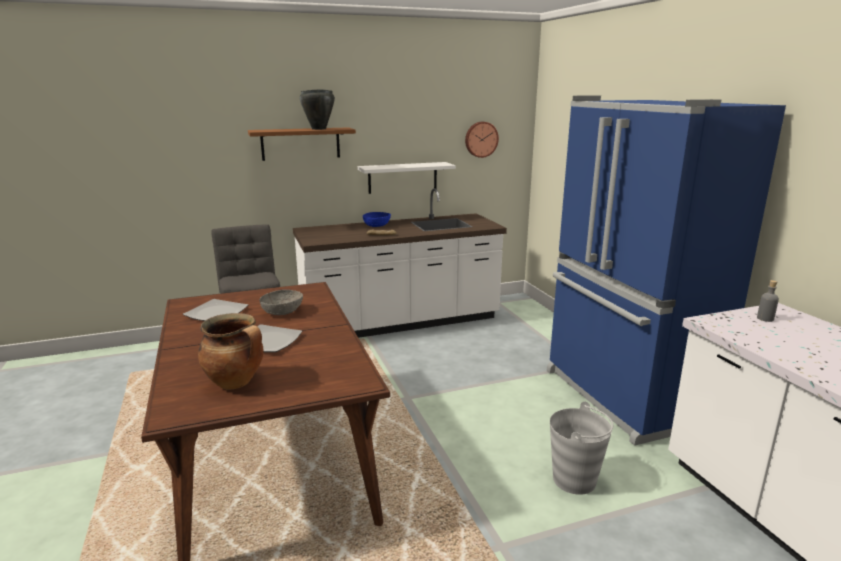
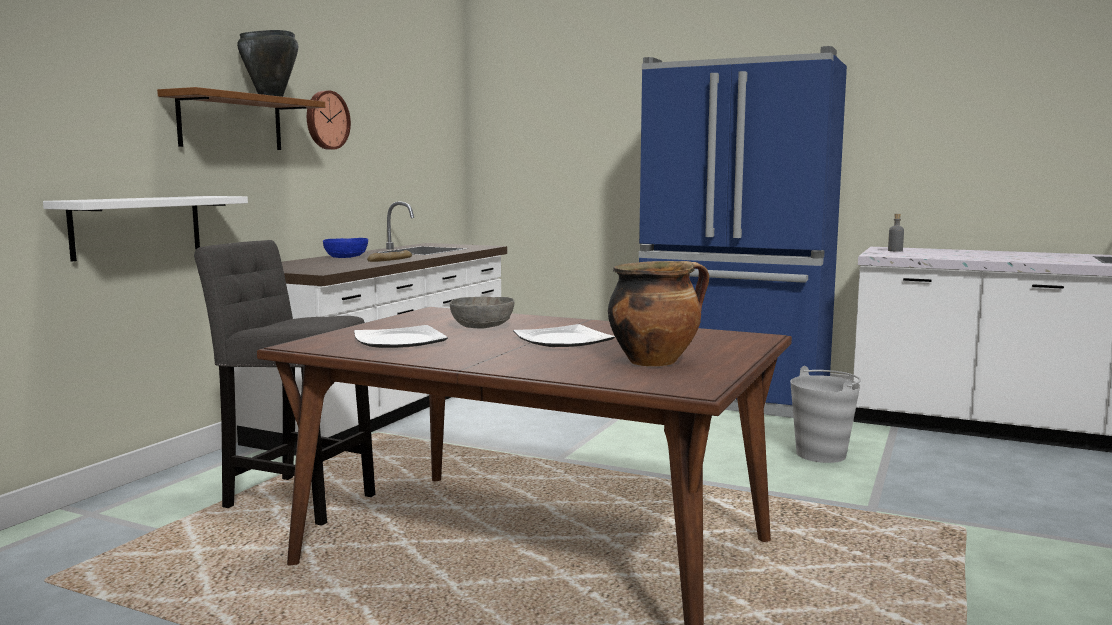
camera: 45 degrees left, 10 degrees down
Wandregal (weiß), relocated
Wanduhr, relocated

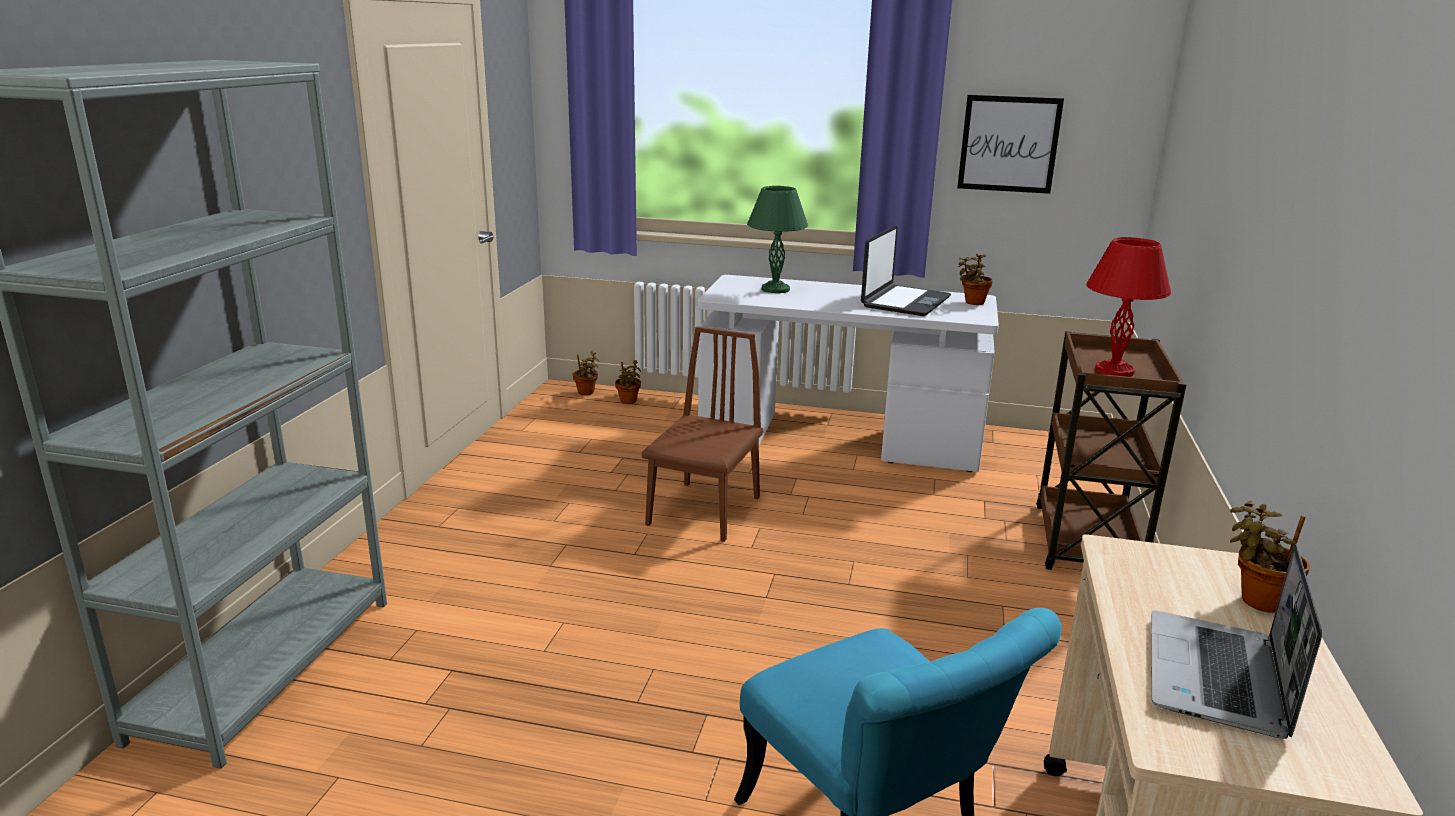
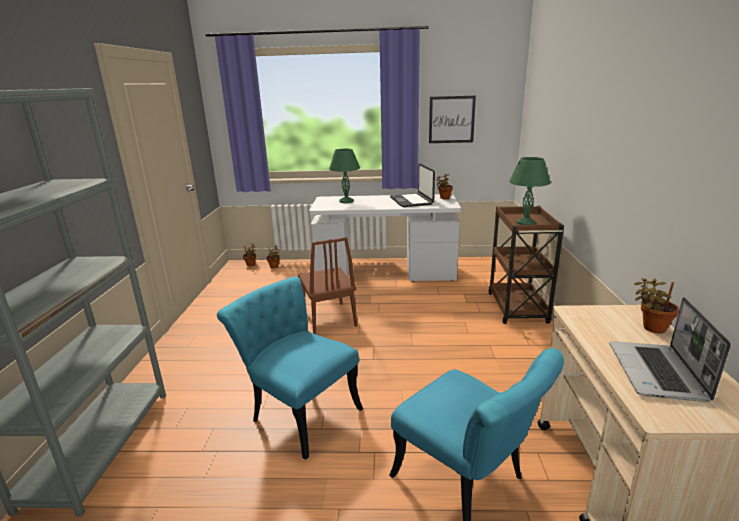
camera: 10 degrees left, 0 degrees up
none -> Stuhl (türkis) (no. 1 from left)
Stuhl (braun), 150 degrees clockwise
Laptop (no. 1 from left), 150 degrees clockwise
Tischlampe (rot) -> Tischlampe (grün) (no. 2 from left)

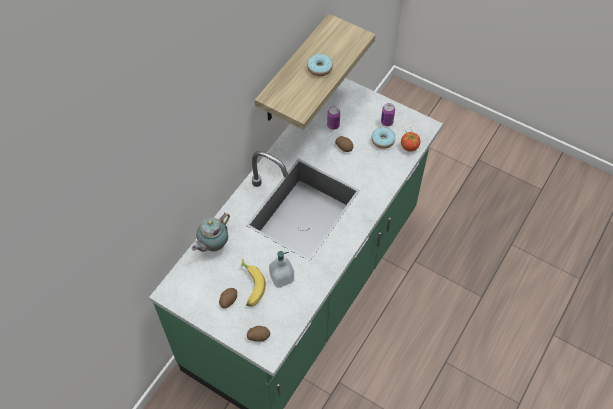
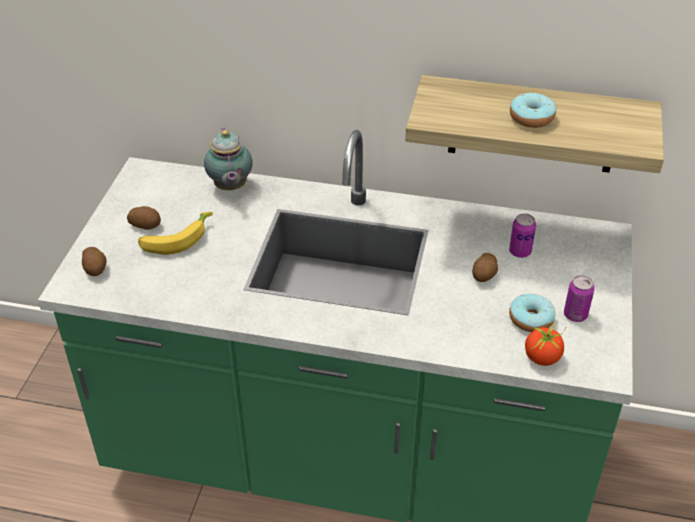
camera: 70 degrees right, 15 degrees down
Teekanne, 120 degrees counterclockwise
Seifenspender -> none

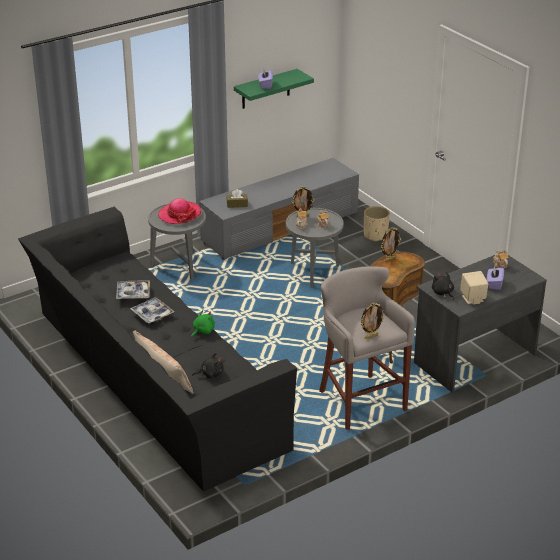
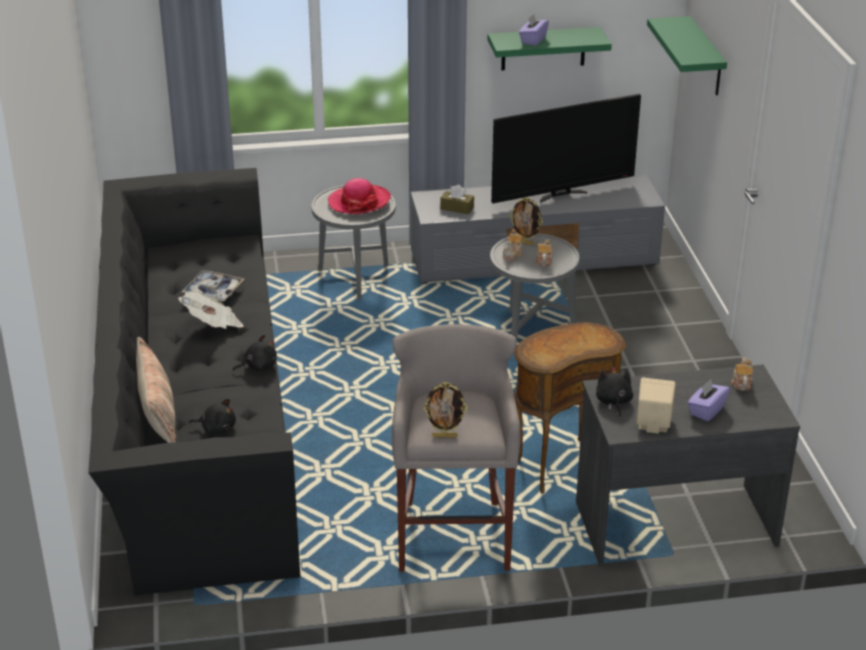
camera: 25 degrees right, 0 degrees up
Tablett (no. 2 from left) -> Zeitung
Plüschtier (grün) -> Plüschtier (schwarz) (no. 2 from left)
none -> Fernseher
none -> Wandregal (grün) (no. 2 from left)
Pflanzkübel (beige) -> none
Bilderrahmen (no. 3 from left) -> none

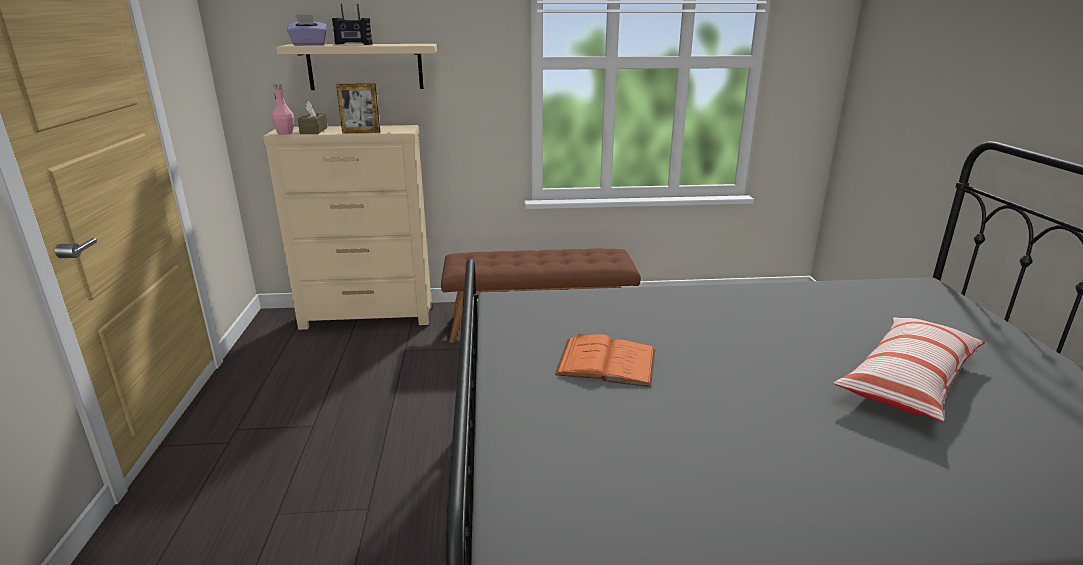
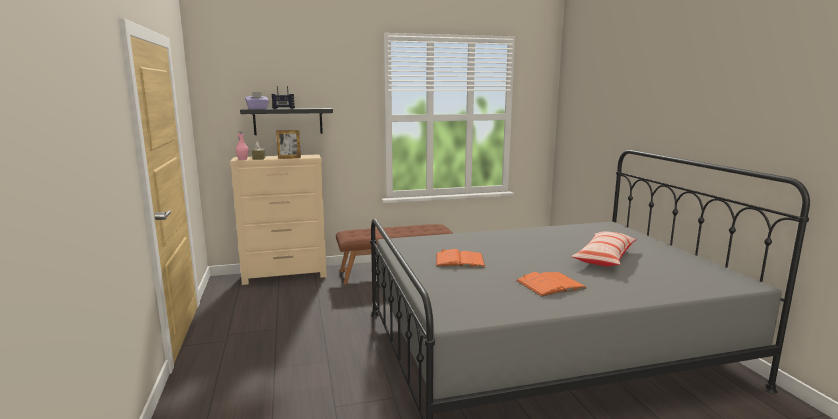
camera: 10 degrees left, 10 degrees down
Wandregal (beige) -> Wandregal (schwarz)
none -> Buch (orange) (no. 2 from left)

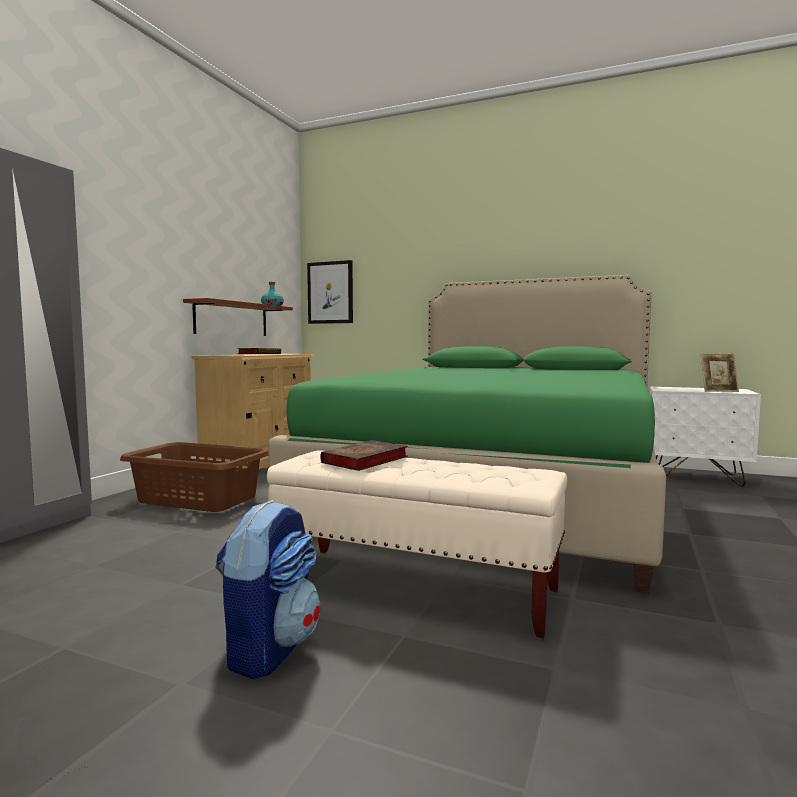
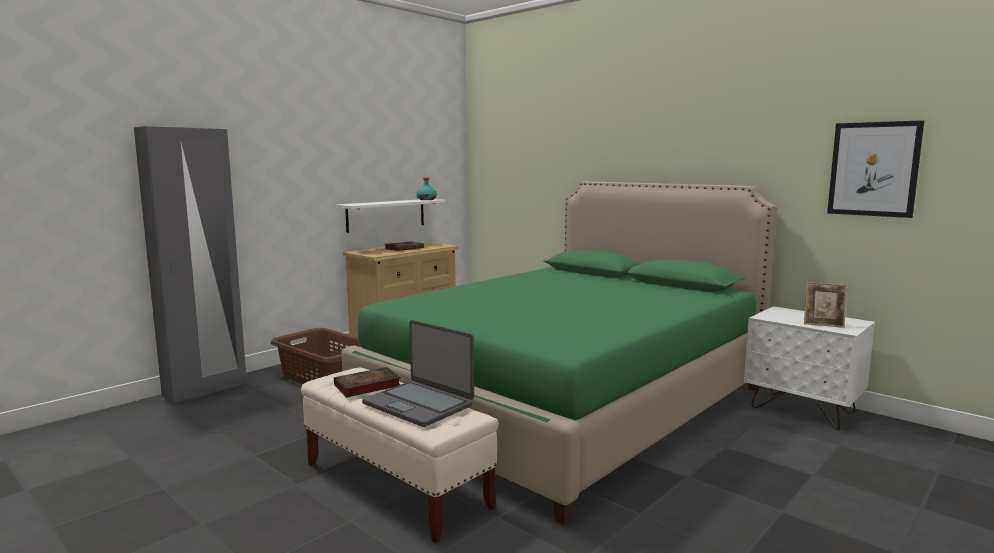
camera: 20 degrees right, 5 degrees up
Wandregal (braun) -> Wandregal (weiß)
none -> Laptop
Bild, relocated
Rucksack -> none

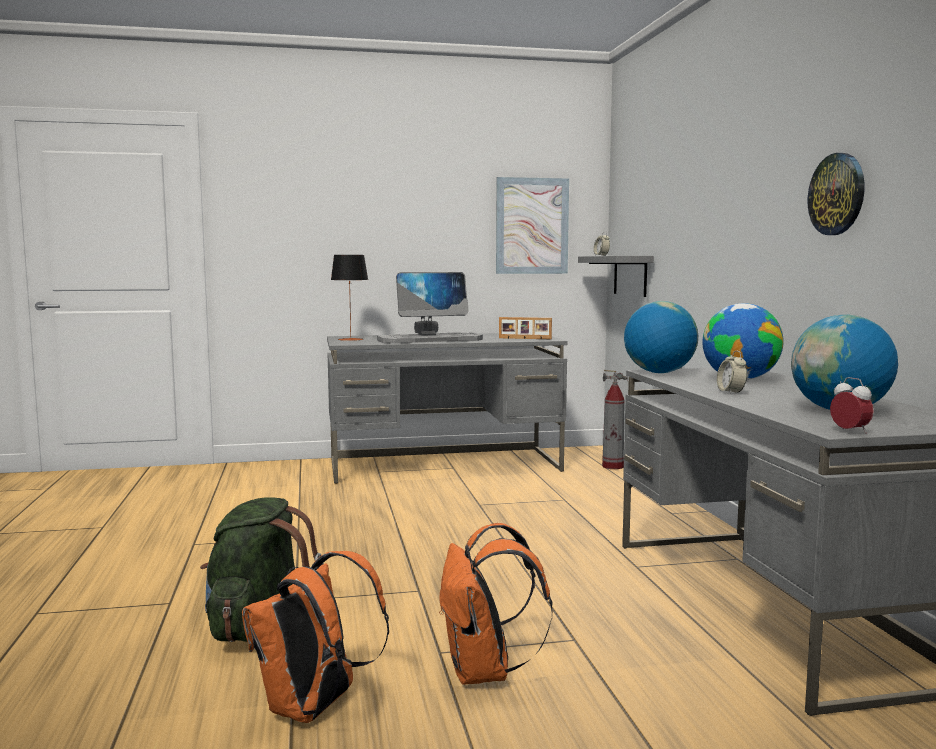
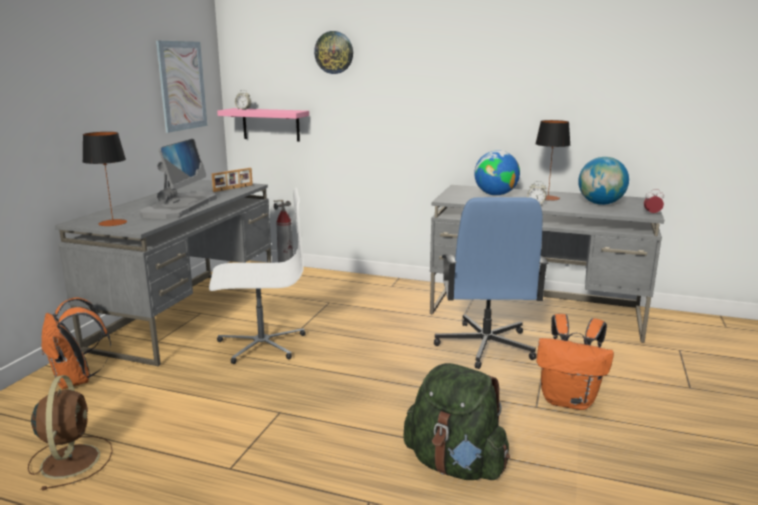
camera: 60 degrees left, 10 degrees up
none -> Ventilator (braun)
Rucksack (orange) (no. 1 from left), relocated
none -> Bürostuhl (weiß)
Wandregal (grau) -> Wandregal (rosa)
Wanduhr, relocated
none -> Bürostuhl (blau)
none -> Tischlampe (no. 2 from left)
Globus (no. 1 from left) -> none

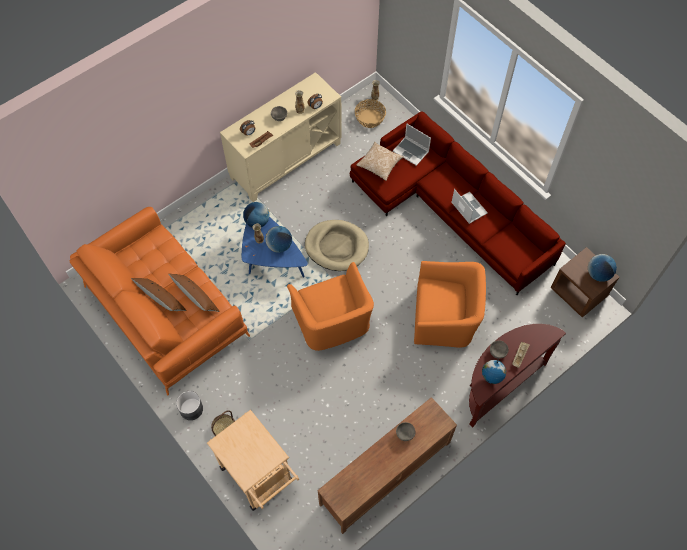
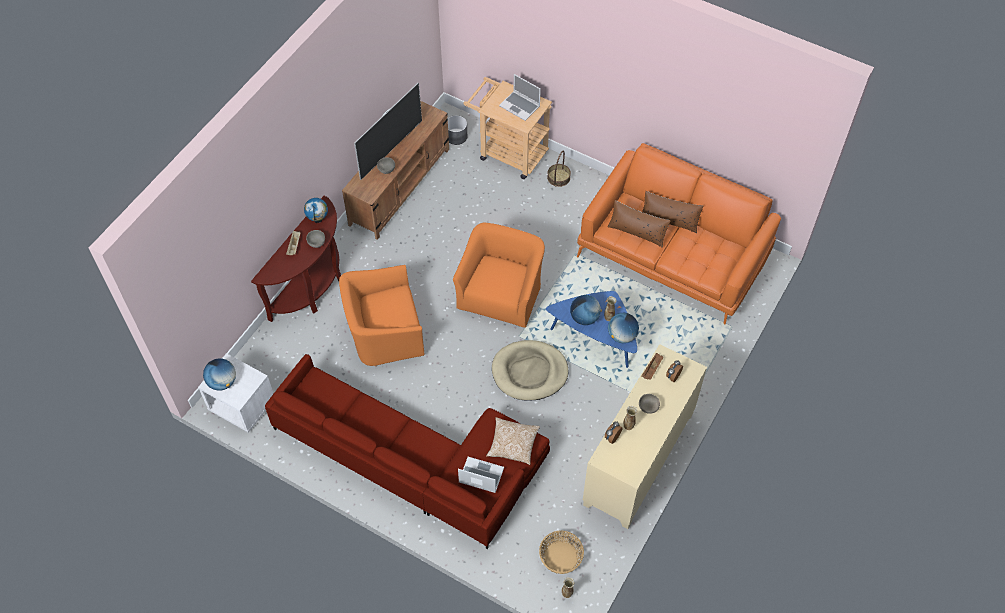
camera: 160 degrees right, 5 degrees down
Nachttisch (braun) -> Nachttisch (weiß)
none -> Fernseher
Pflanzkübel (grau), relocated
Sessel (orange) (no. 1 from left in the first image) -> Sessel (orange) (no. 2 from left), 60 degrees clockwise
Laptop (no. 2 from left), relocated

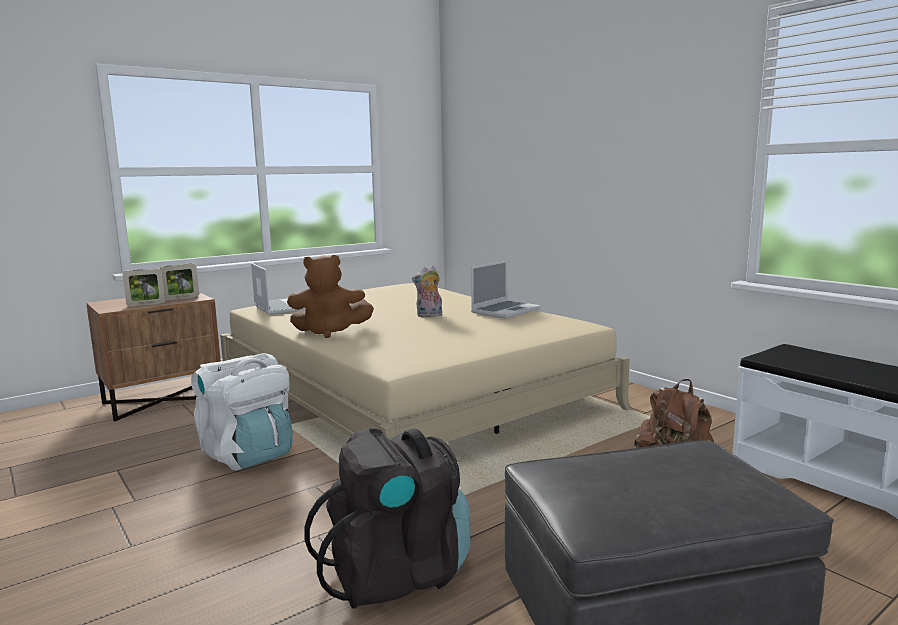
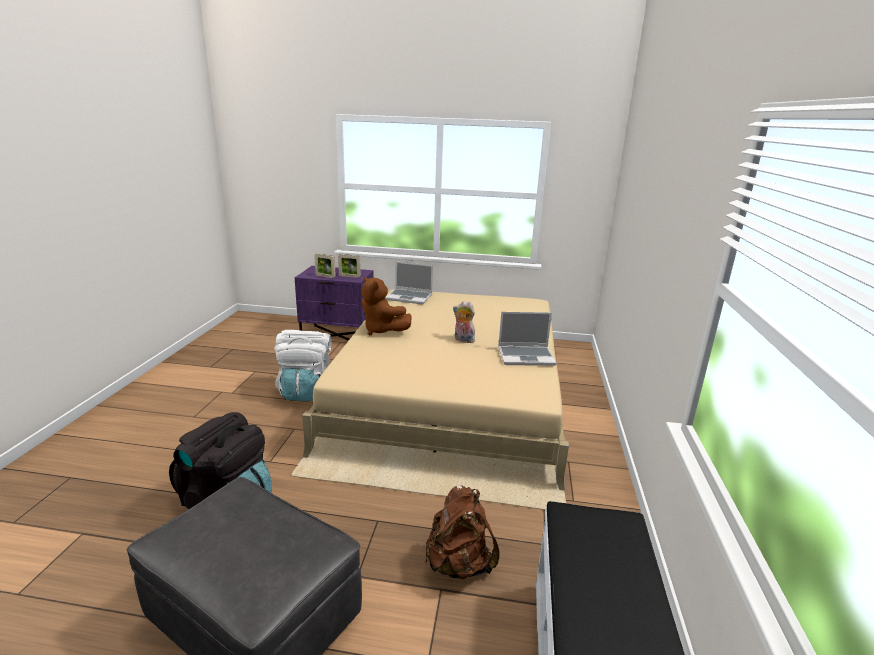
camera: 45 degrees right, 10 degrees up
Nachttisch (braun) -> Nachttisch (lila)
Laptop (no. 1 from left), 90 degrees clockwise

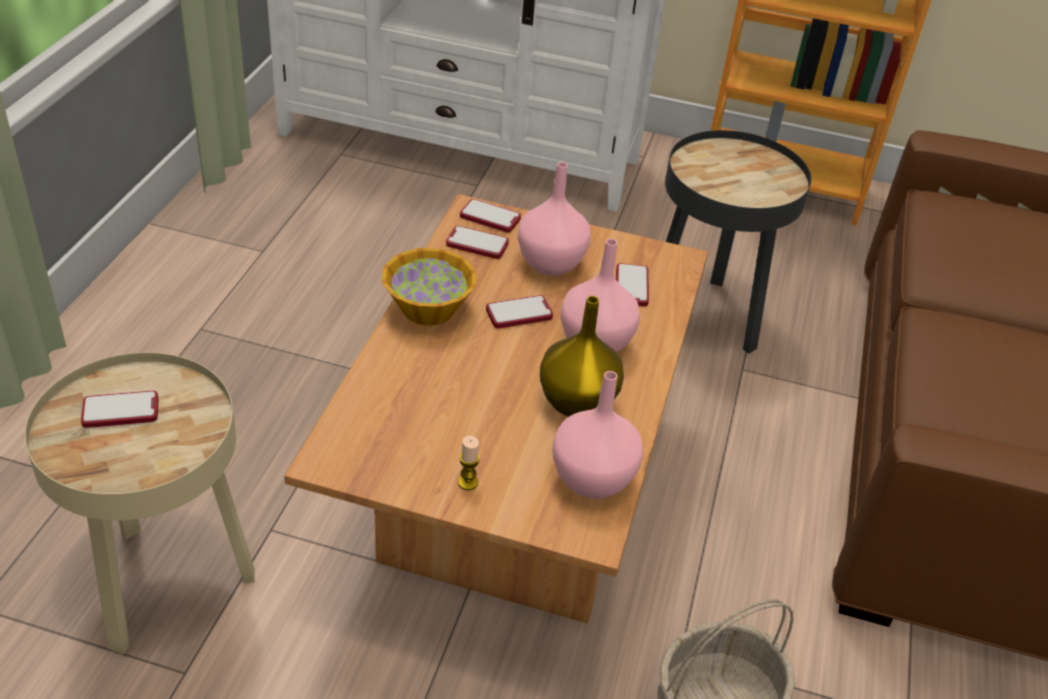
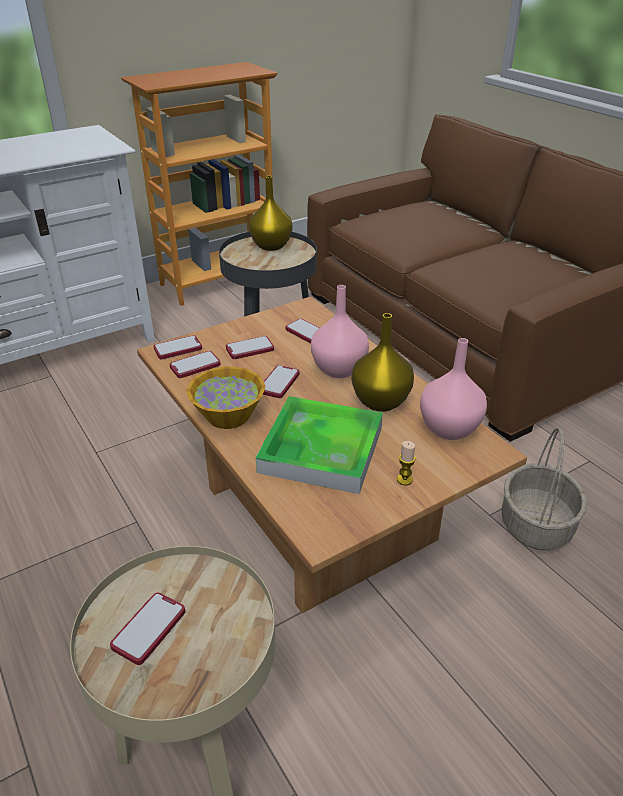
camera: 45 degrees left, 5 degrees down
Vase (rosa) (no. 1 from left) -> Handy (no. 4 from left)
none -> Vase (gelb) (no. 1 from left)
none -> Tablett

